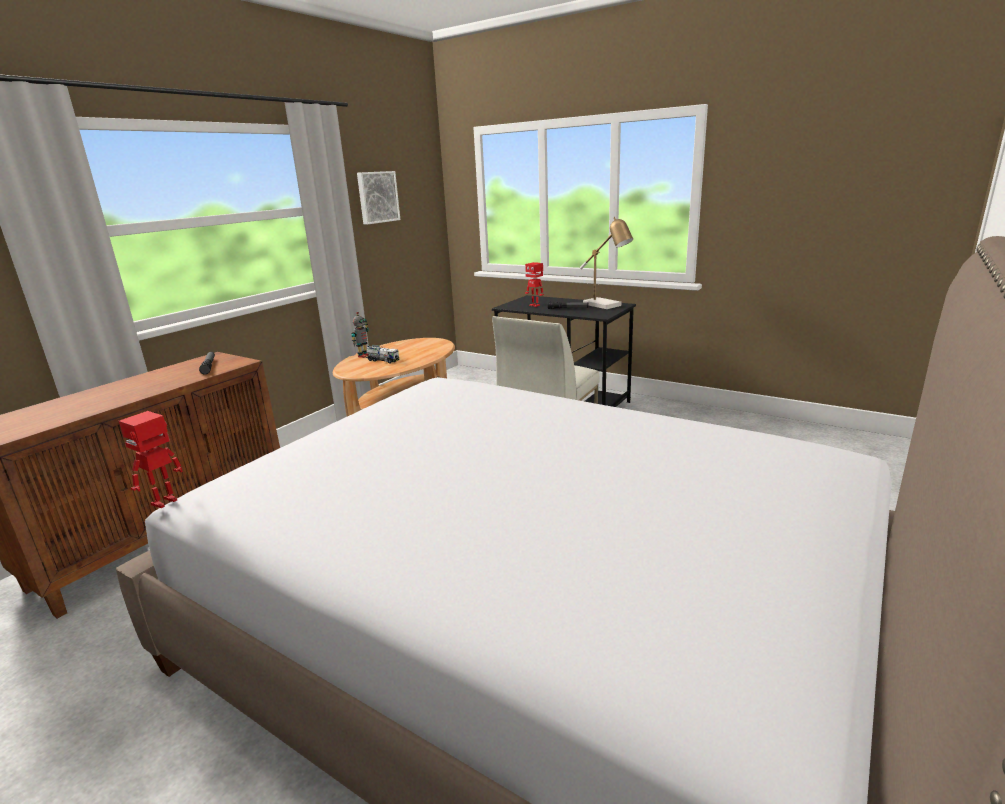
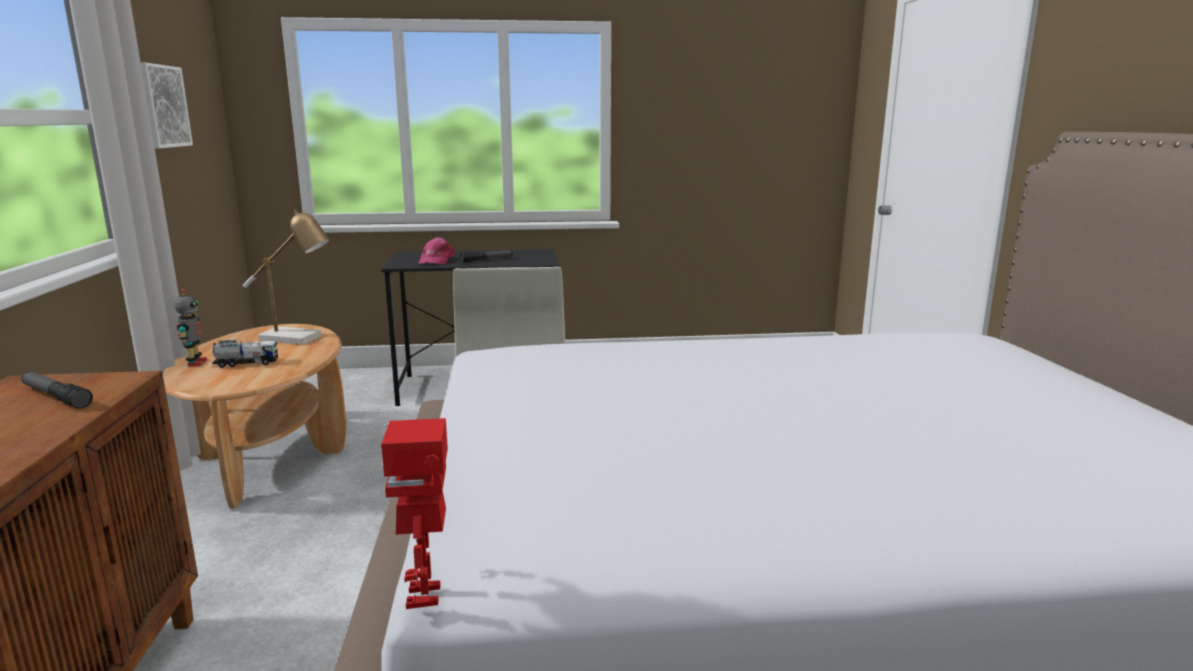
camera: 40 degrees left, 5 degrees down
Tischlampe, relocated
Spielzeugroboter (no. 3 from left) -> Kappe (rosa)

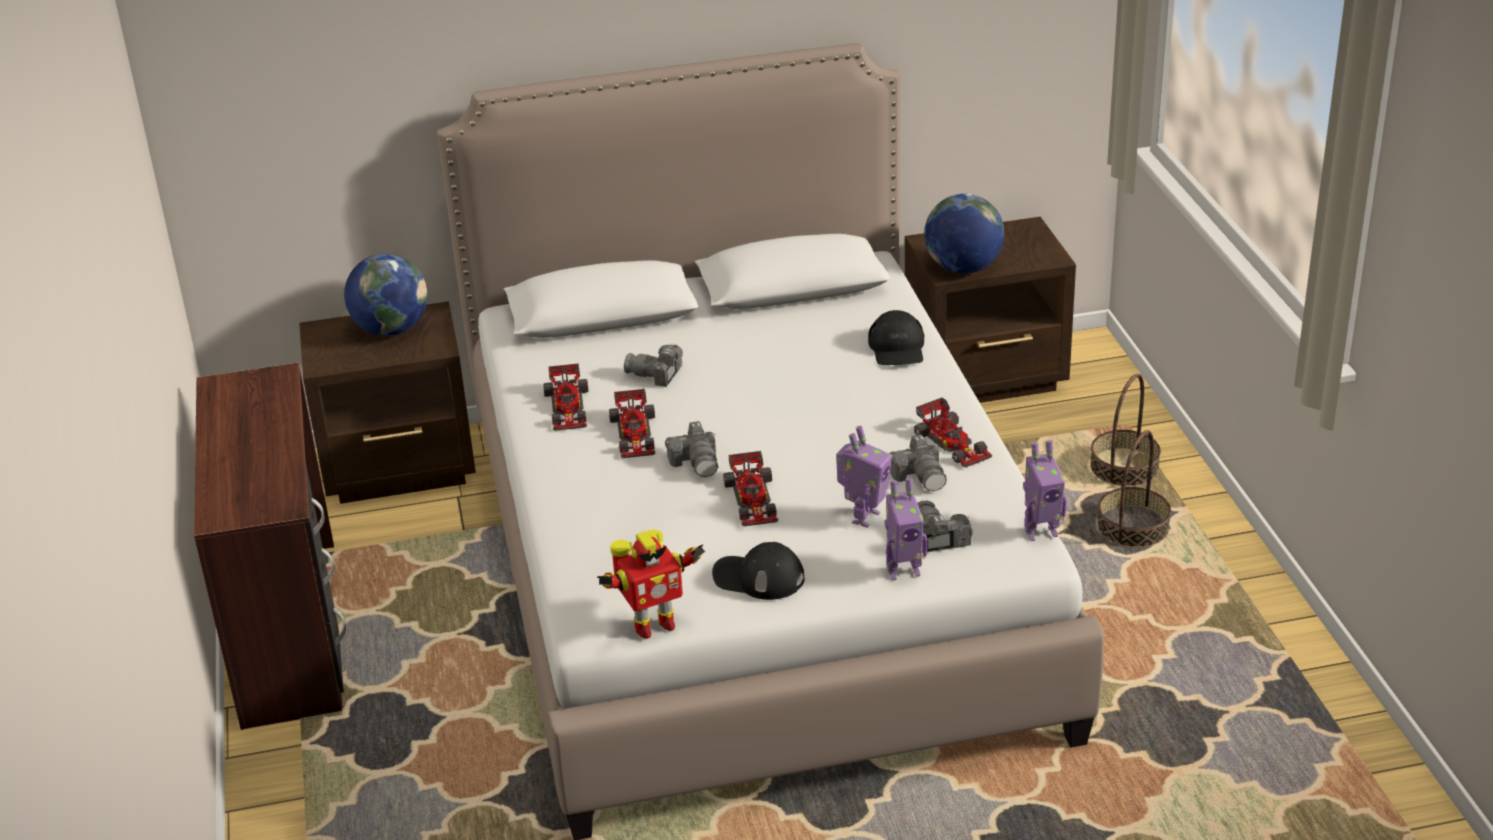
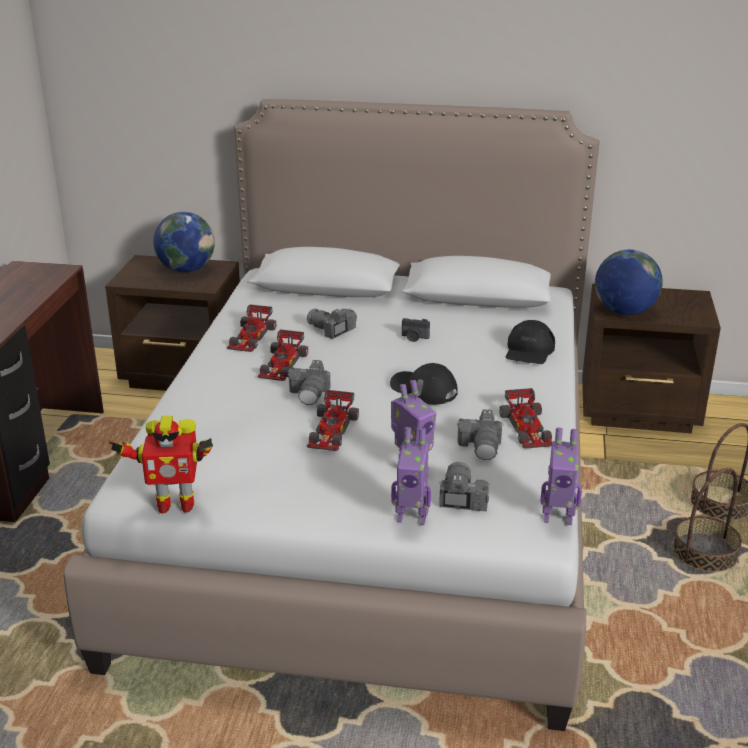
camera: 20 degrees right, 5 degrees down
Kappe (schwarz) (no. 1 from left), relocated
none -> Kamera (no. 3 from left)

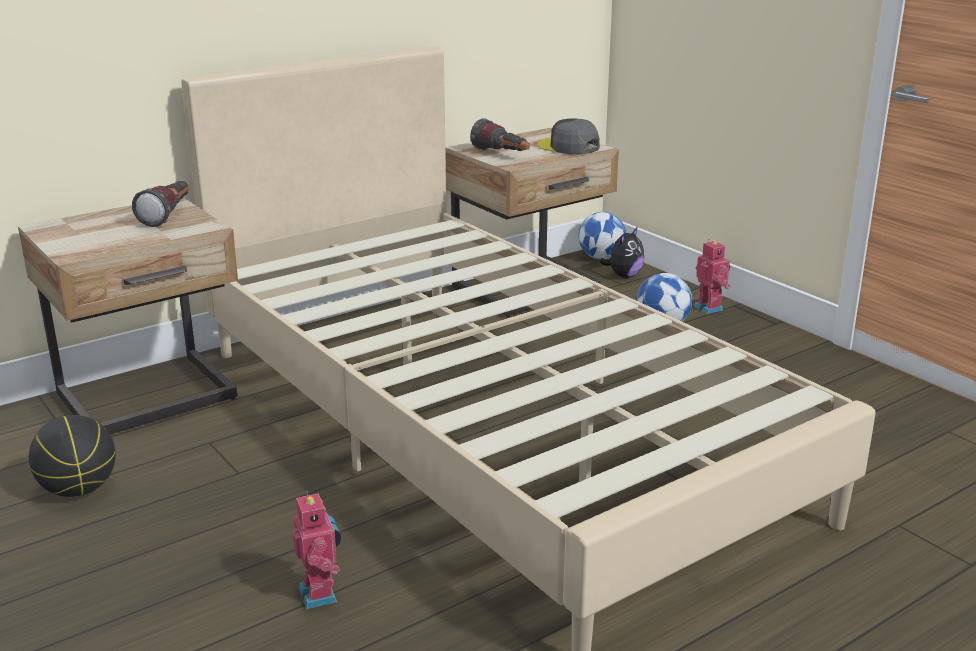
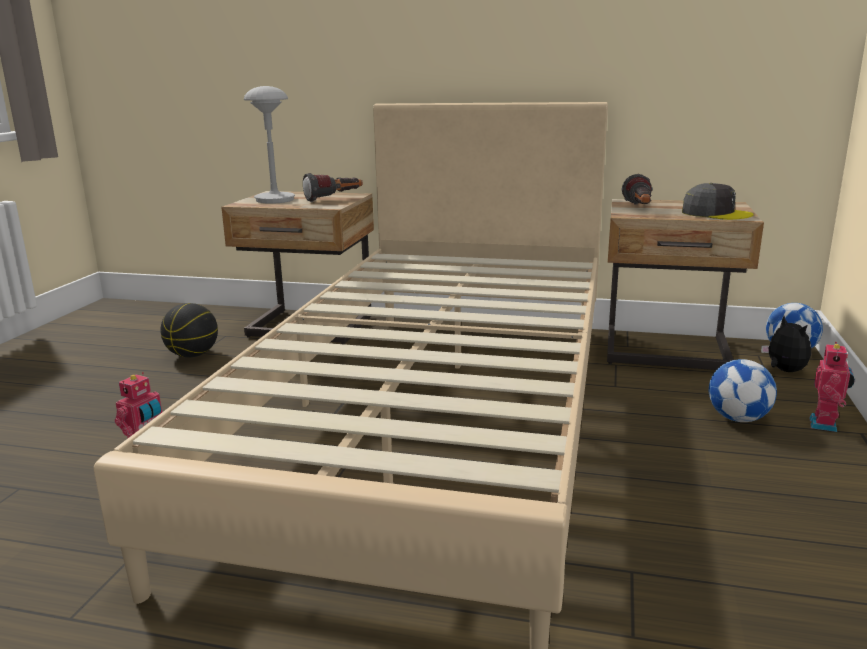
camera: 50 degrees right, 5 degrees down
none -> Tischlampe (grau)
Kappe (grau), 120 degrees clockwise
Plüschtier, 105 degrees counterclockwise

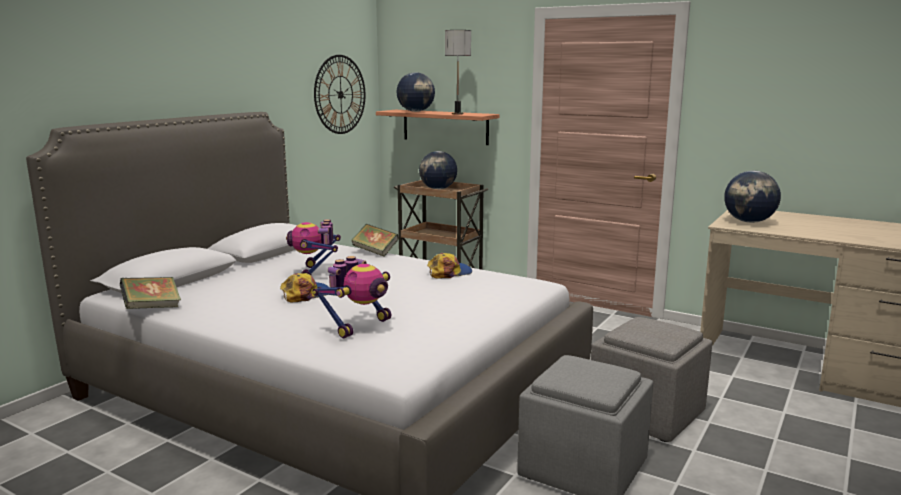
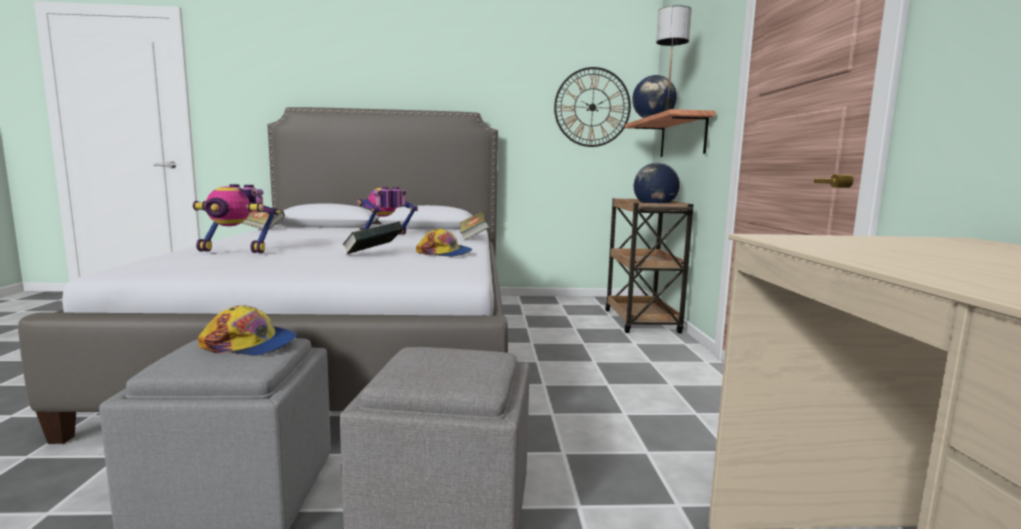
camera: 55 degrees right, 5 degrees down
Kappe (no. 1 from left), relocated
none -> Buch (no. 2 from left)
Globus (no. 3 from left) -> none

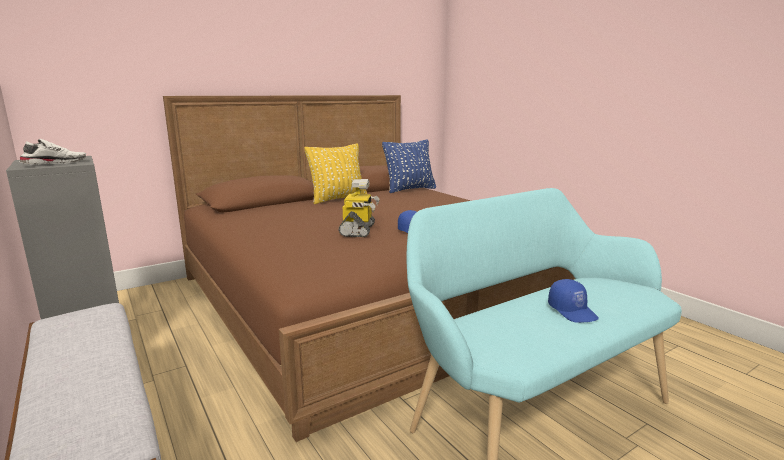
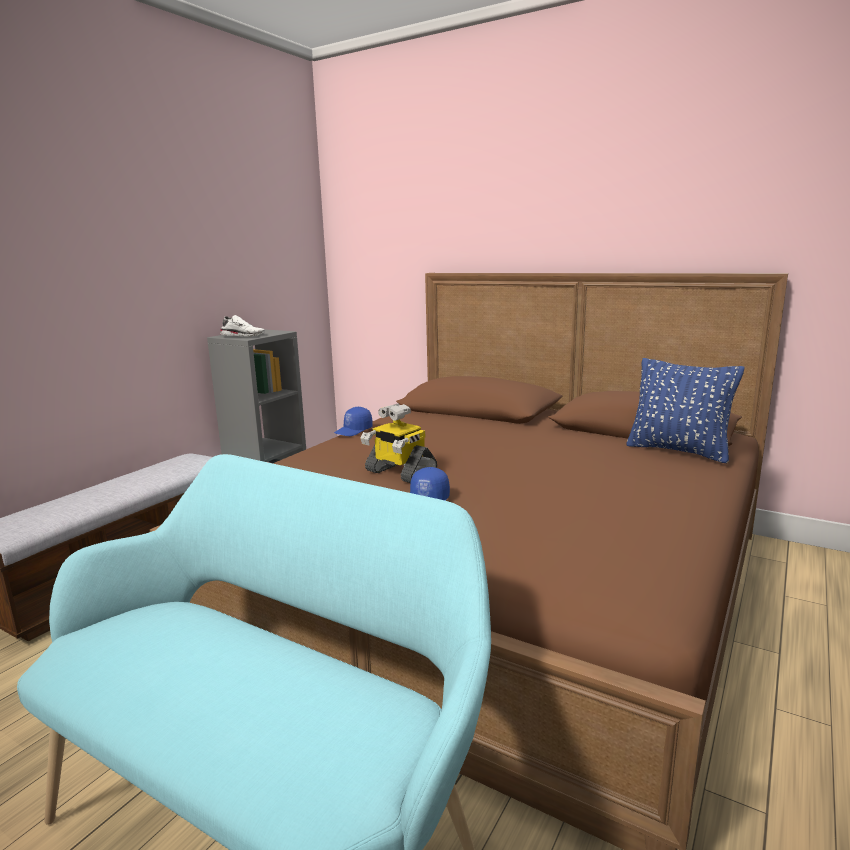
camera: 65 degrees right, 0 degrees up
Kappe (blau) (no. 2 from left in the first image) -> Kappe (blau) (no. 1 from left), relocated
Spielzeugroboter, 60 degrees clockwise
Kissen (gelb) -> none

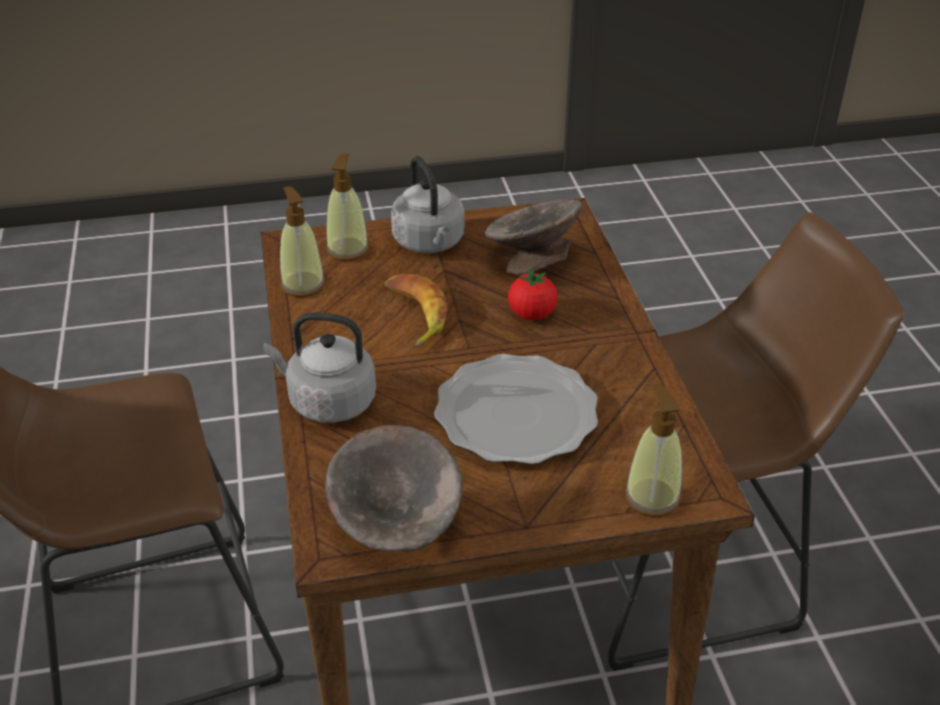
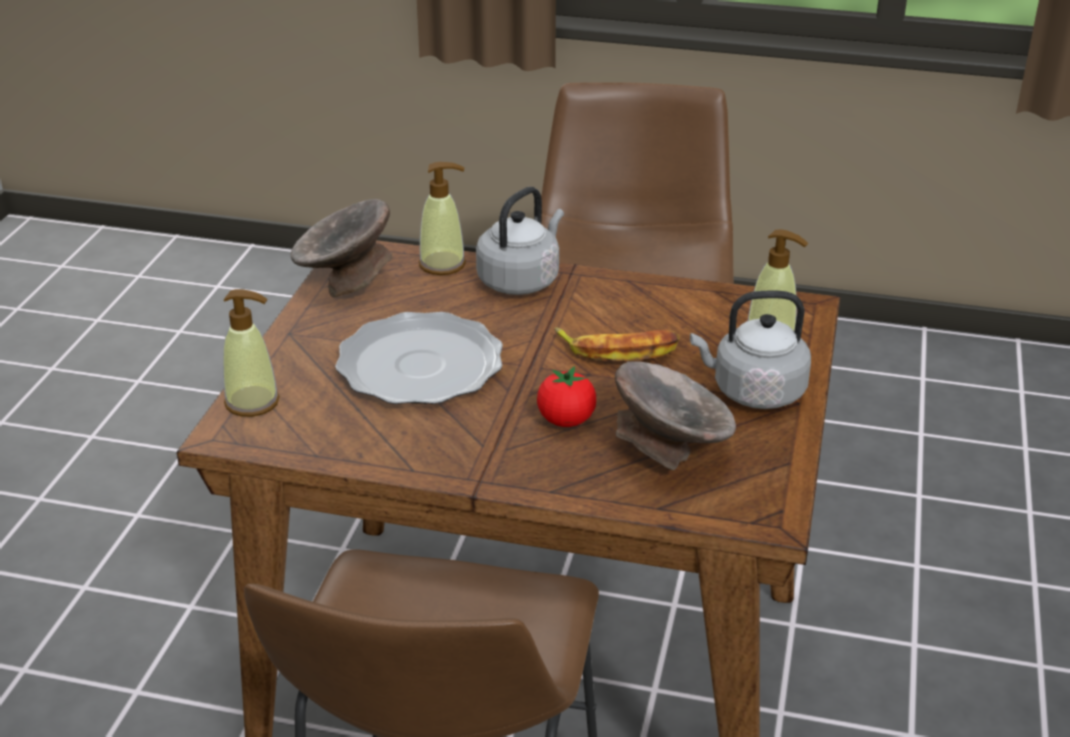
camera: 115 degrees right, 5 degrees down
Seifenspender (no. 1 from left in the first image) -> Seifenspender (no. 2 from left), relocated

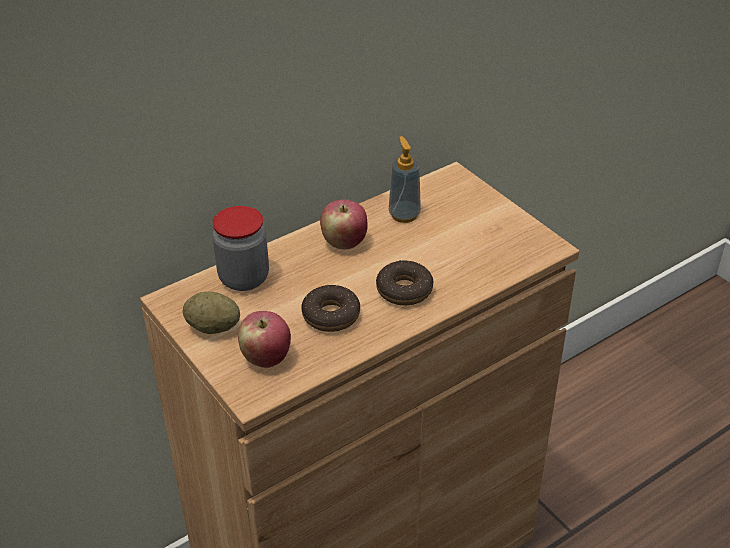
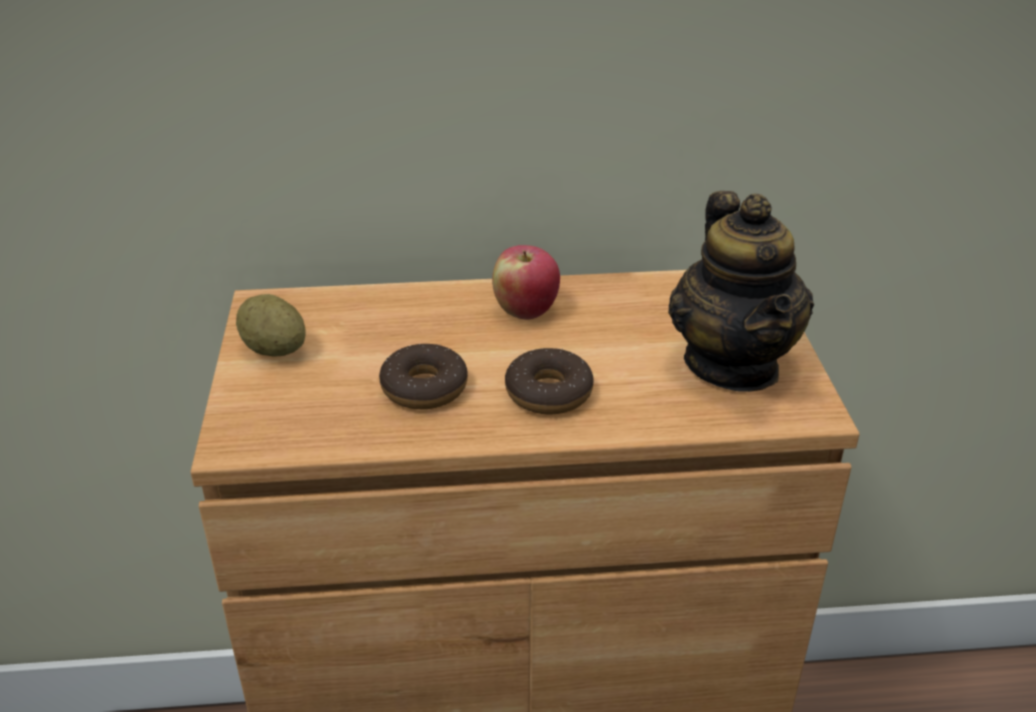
camera: 30 degrees right, 5 degrees down
none -> Teekanne
Vorratsglas -> none
Apfel (no. 1 from left) -> none
Seifenspender -> none

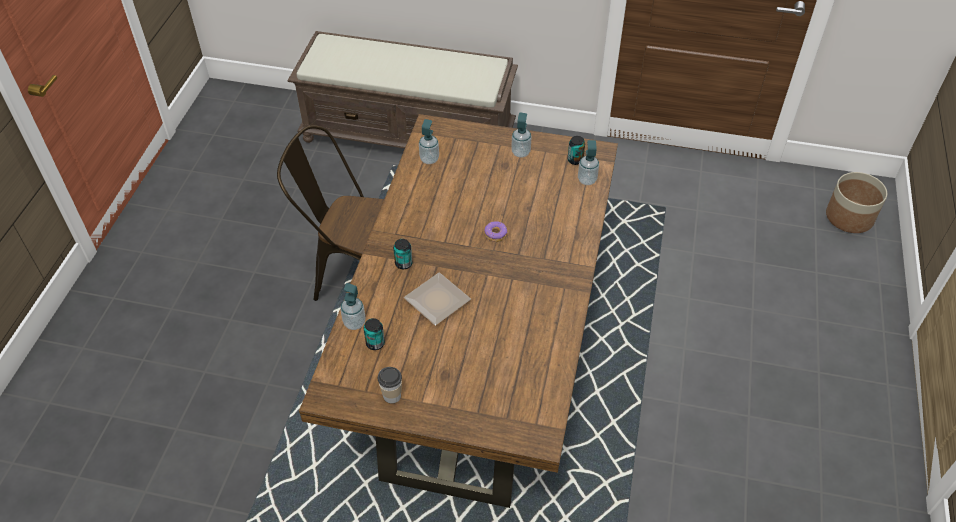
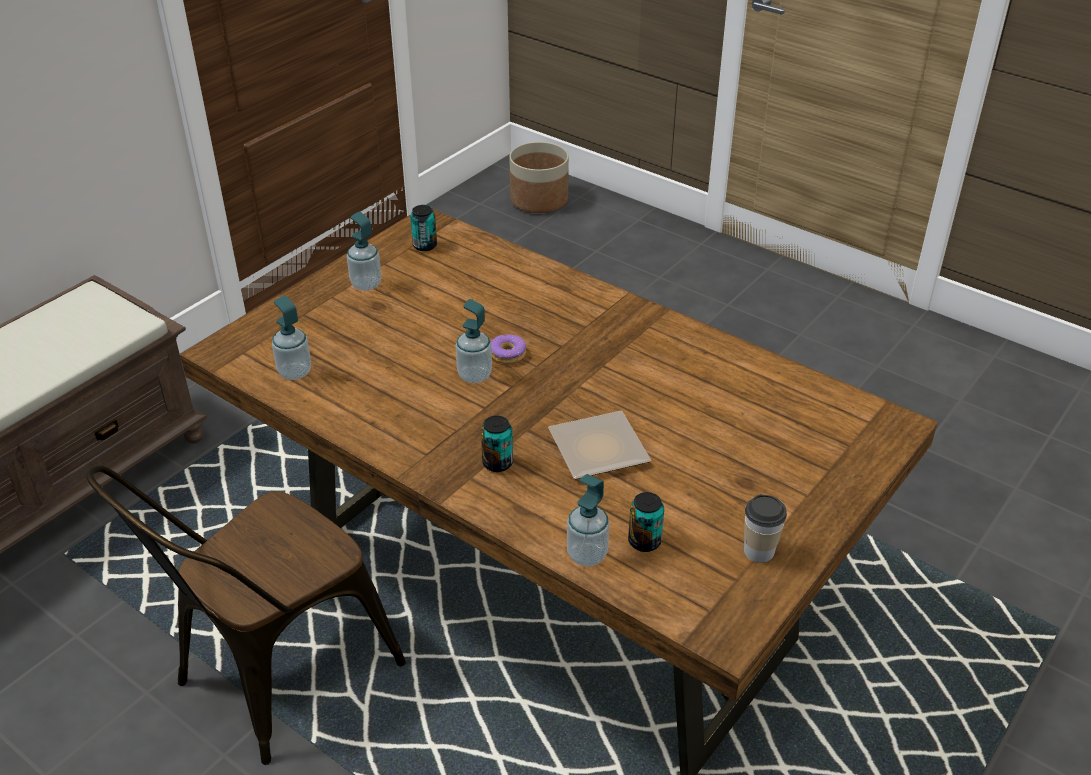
camera: 65 degrees left, 10 degrees down
Seifenspender (no. 4 from left in the first image) -> Seifenspender (no. 3 from left), relocated

